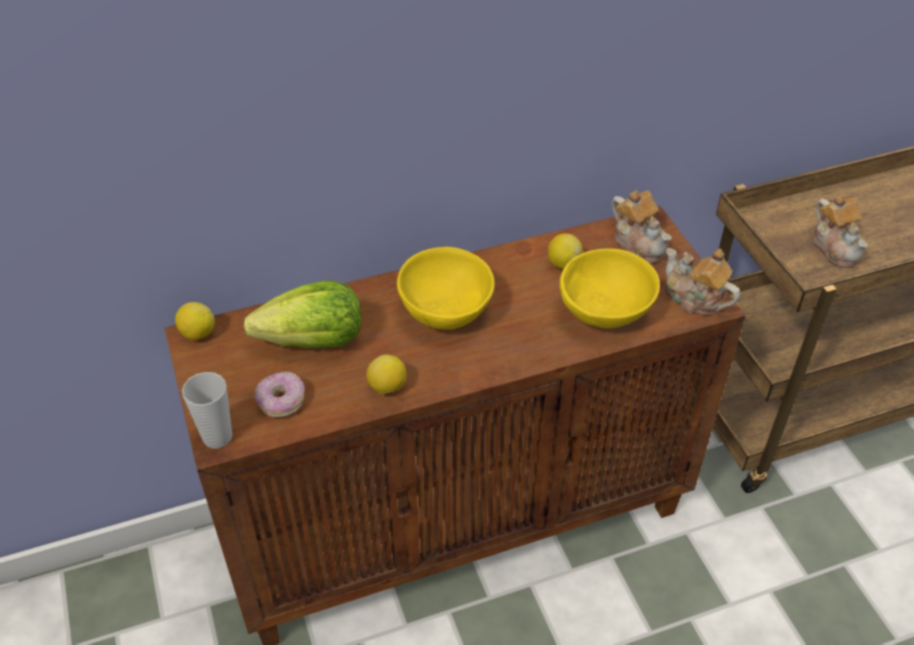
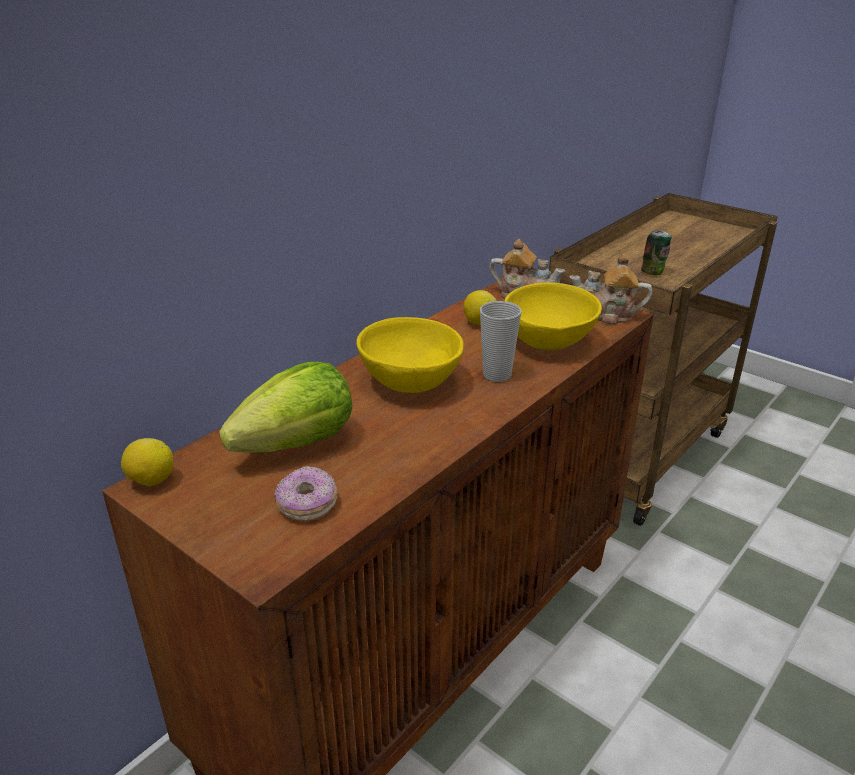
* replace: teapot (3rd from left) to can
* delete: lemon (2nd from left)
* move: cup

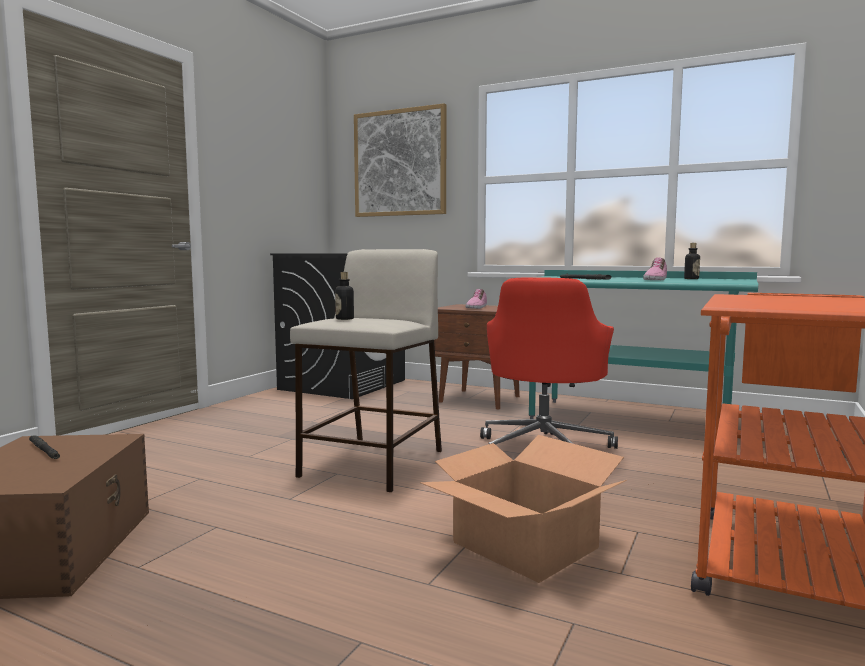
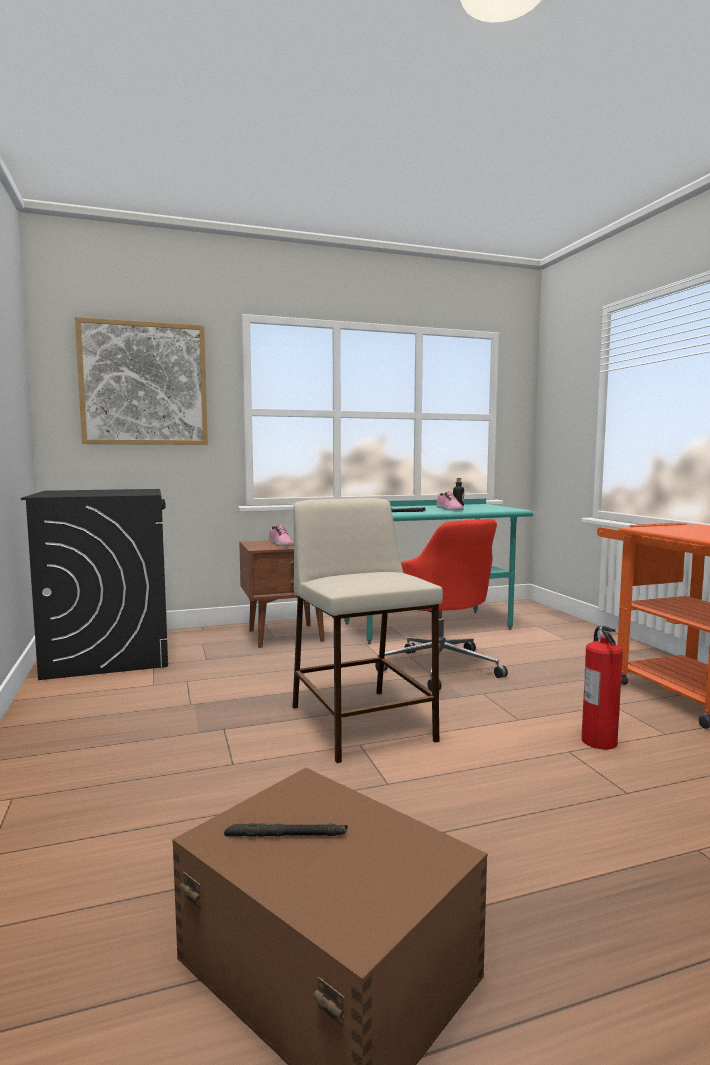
* delete: bottle (1st from left)
* replace: cardboard box to fire extinguisher

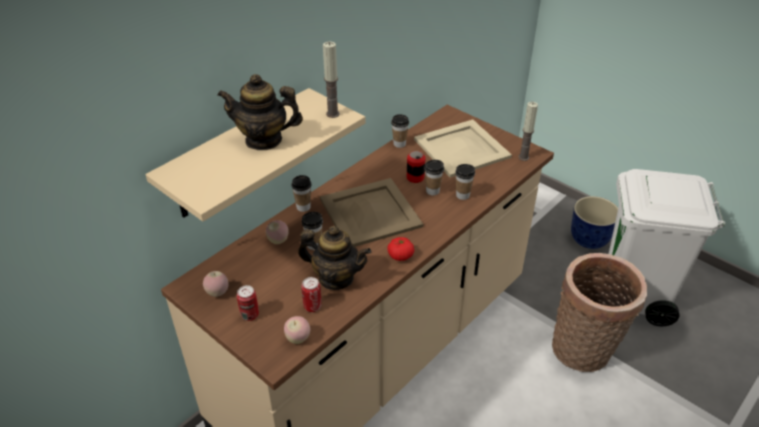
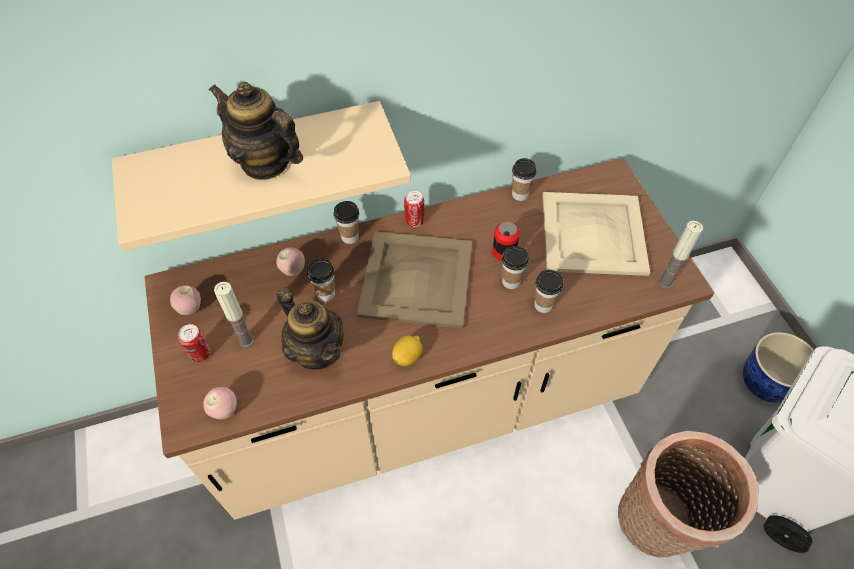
* move: candle (1st from left)
* replace: tomato to lemon
* move: can (2nd from left)

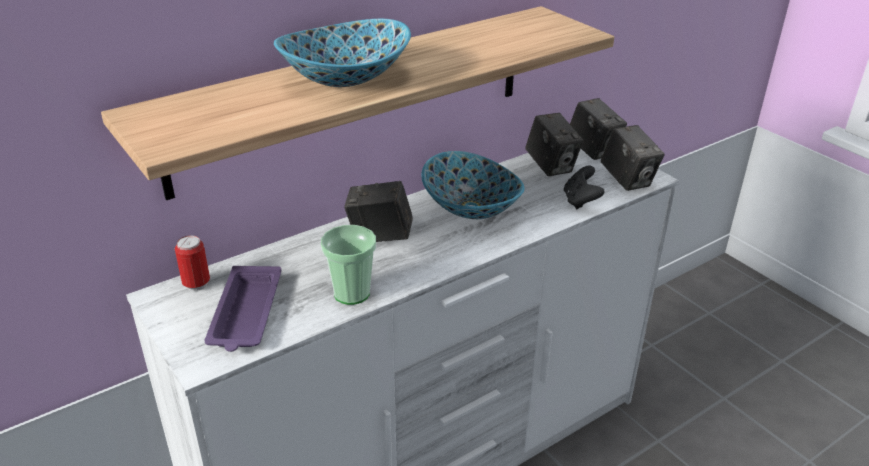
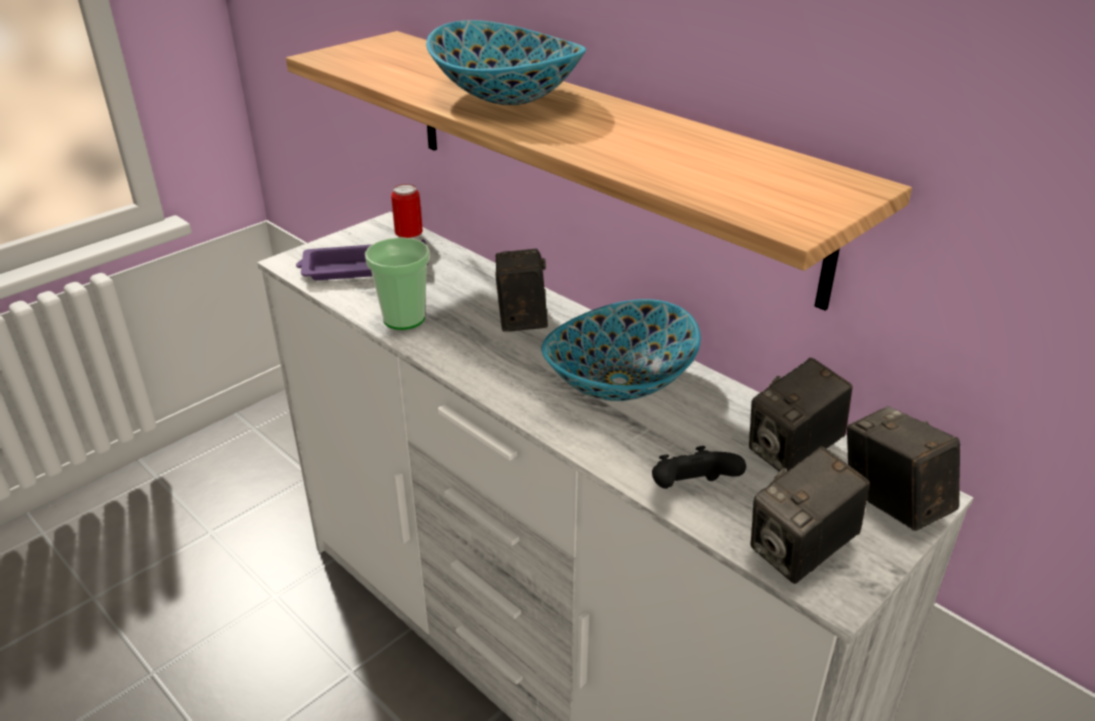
* rotate: photo camera (3rd from left in the first image) 105 degrees clockwise

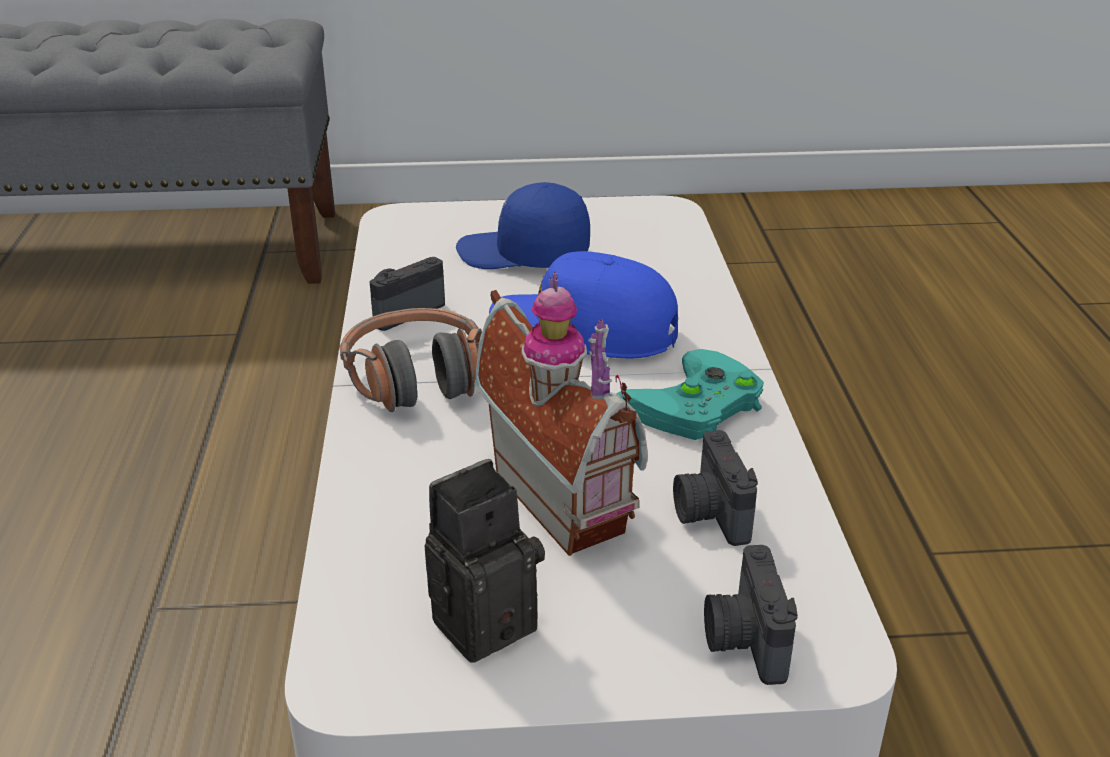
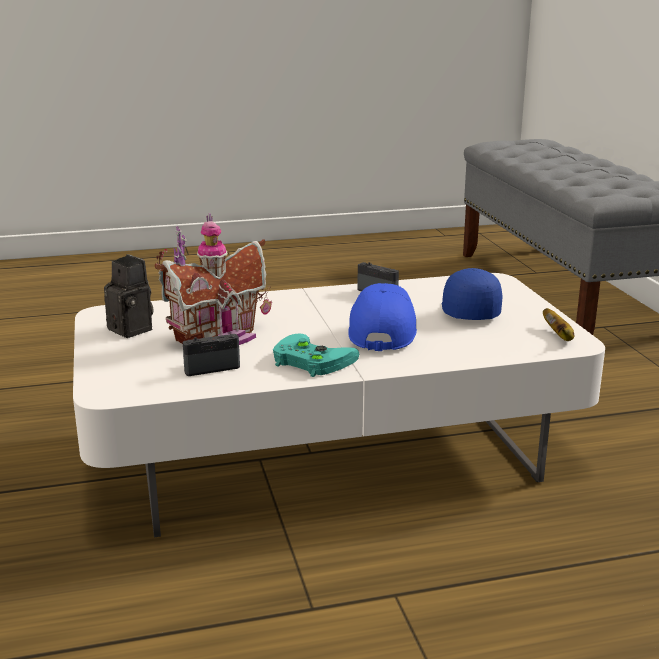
* delete: headphones
* delete: photo camera (4th from left)
* insert: banana

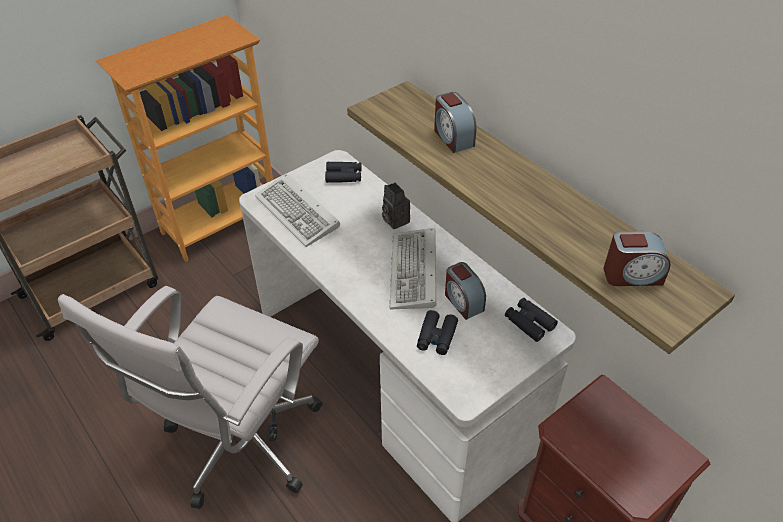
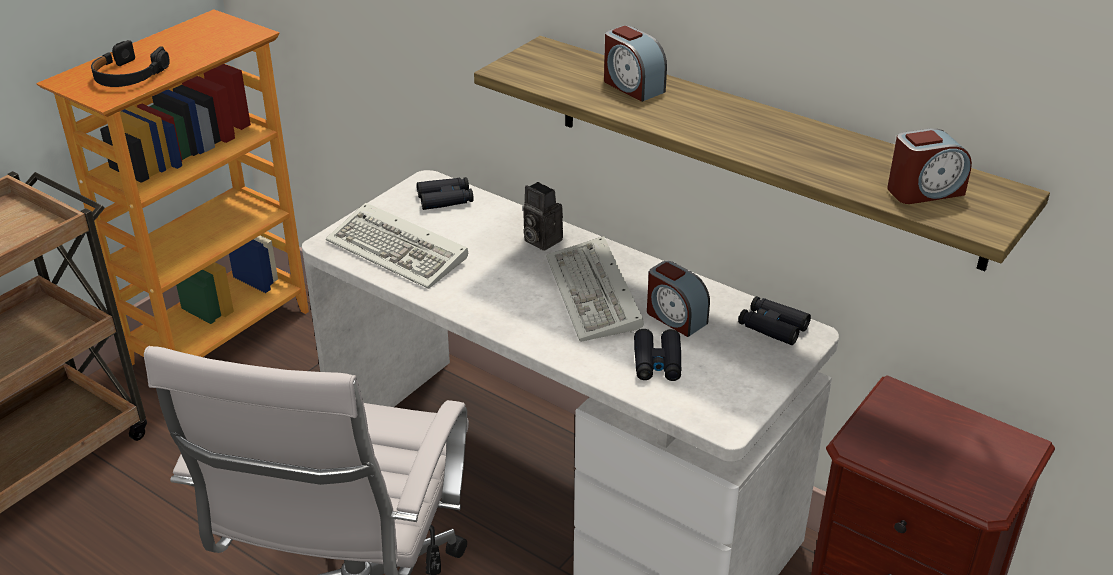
* insert: headphones/black

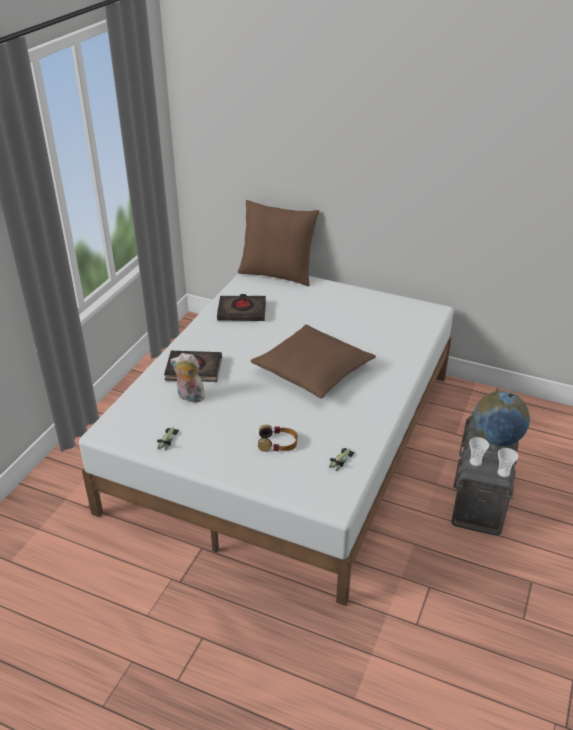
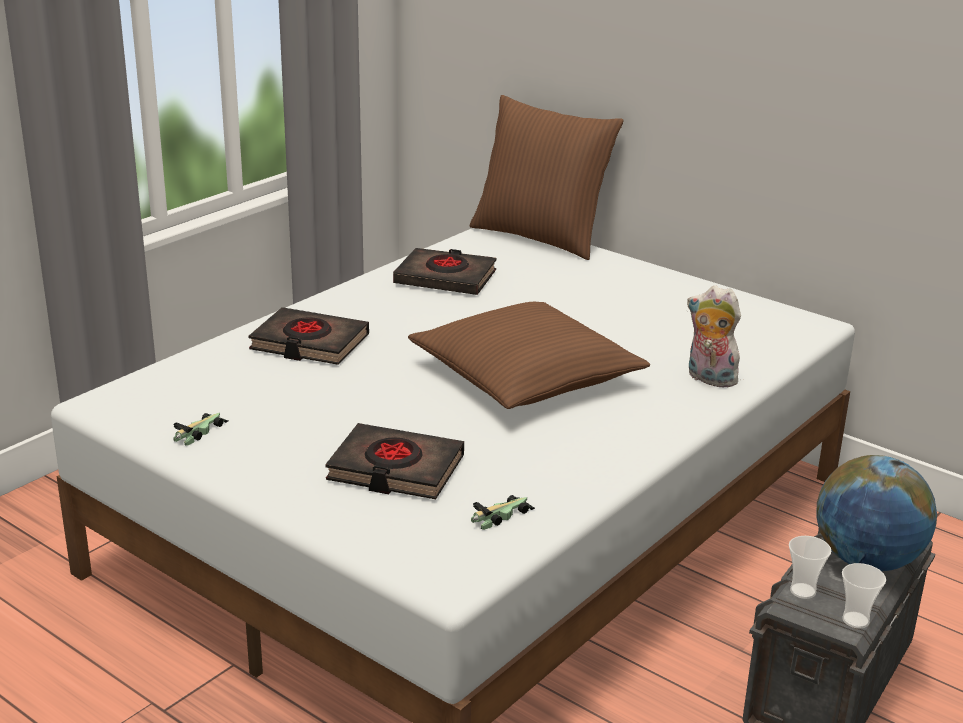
* move: plush toy
* replace: headphones to book/black (2nd from left)

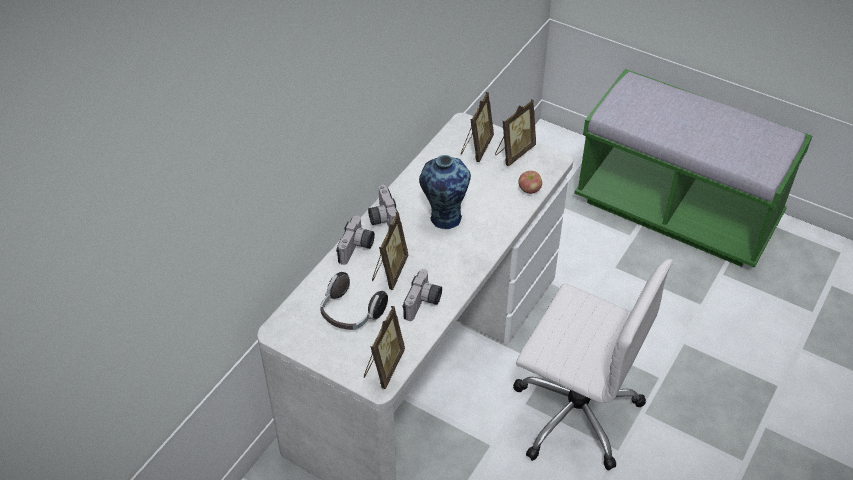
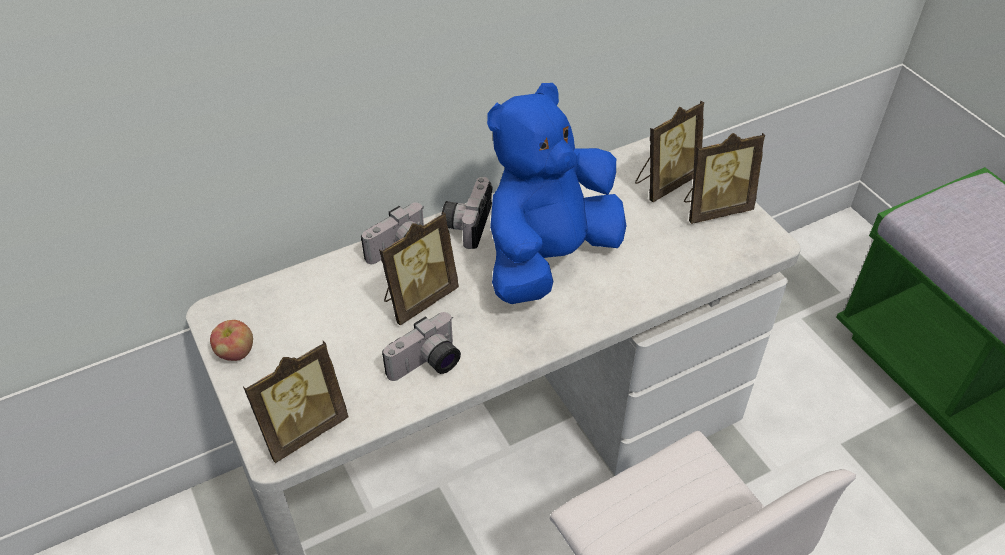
* replace: vase to plush toy/blue
* move: apple
* delete: headphones

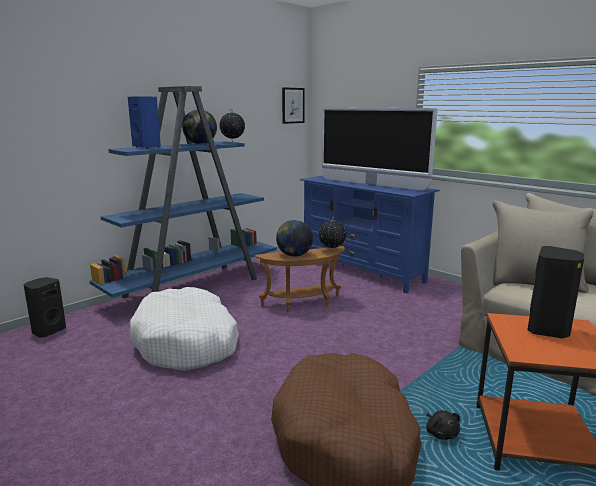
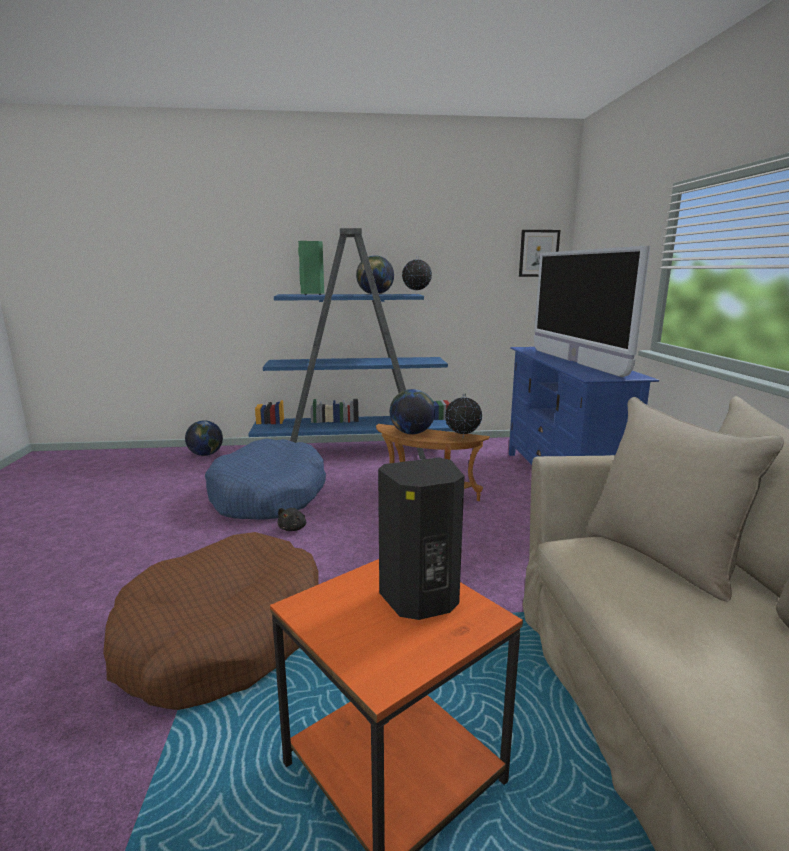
* recolor: speaker/blue to speaker/green
* replace: speaker/black (1st from left) to globe (1st from left)
* recolor: dog bed/white to dog bed/blue
* move: plush toy/black

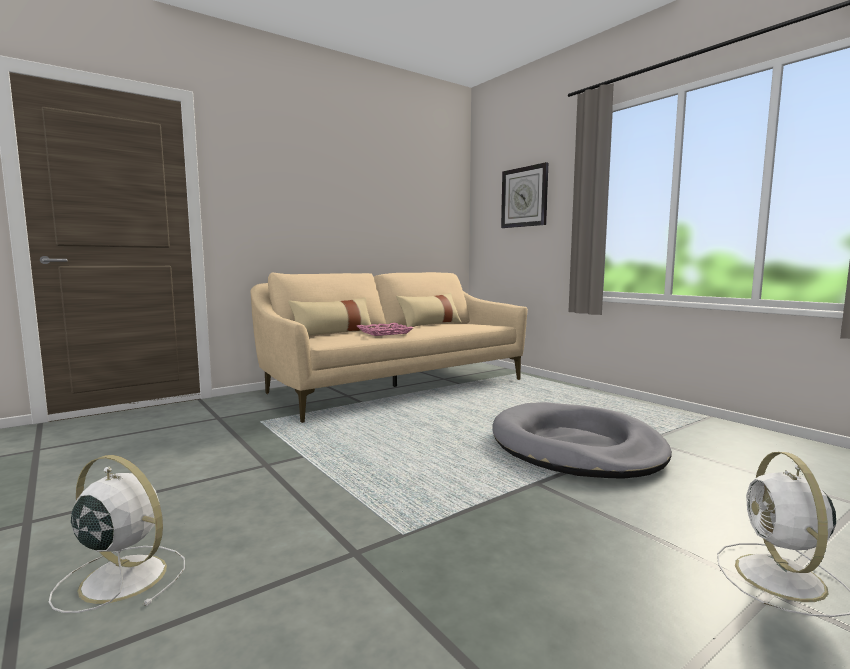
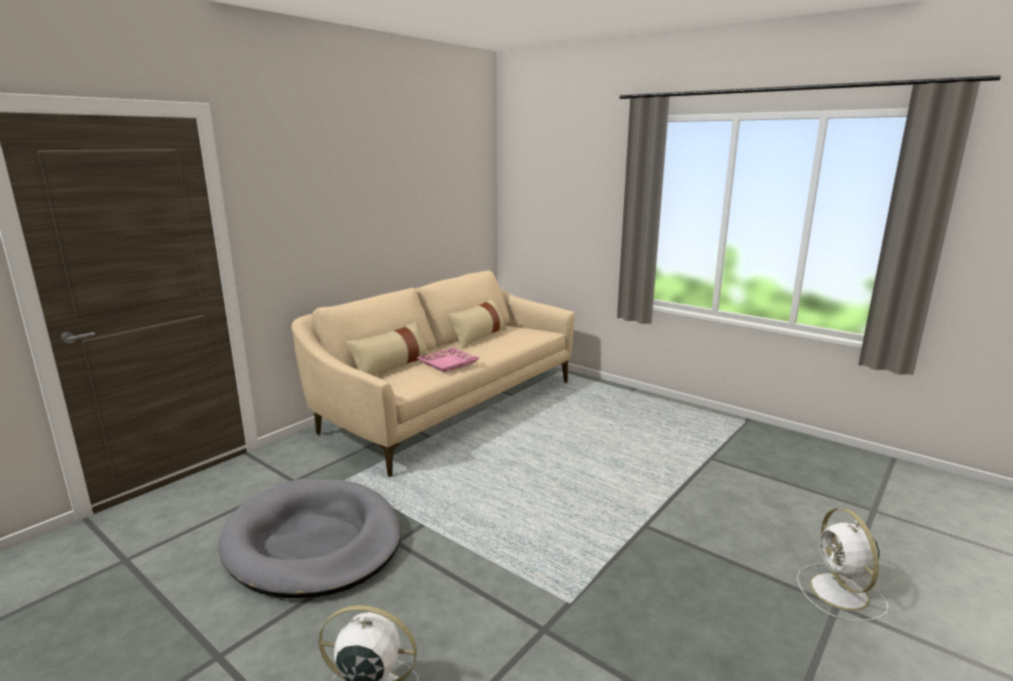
* delete: wall clock
* move: dog bed/grey

